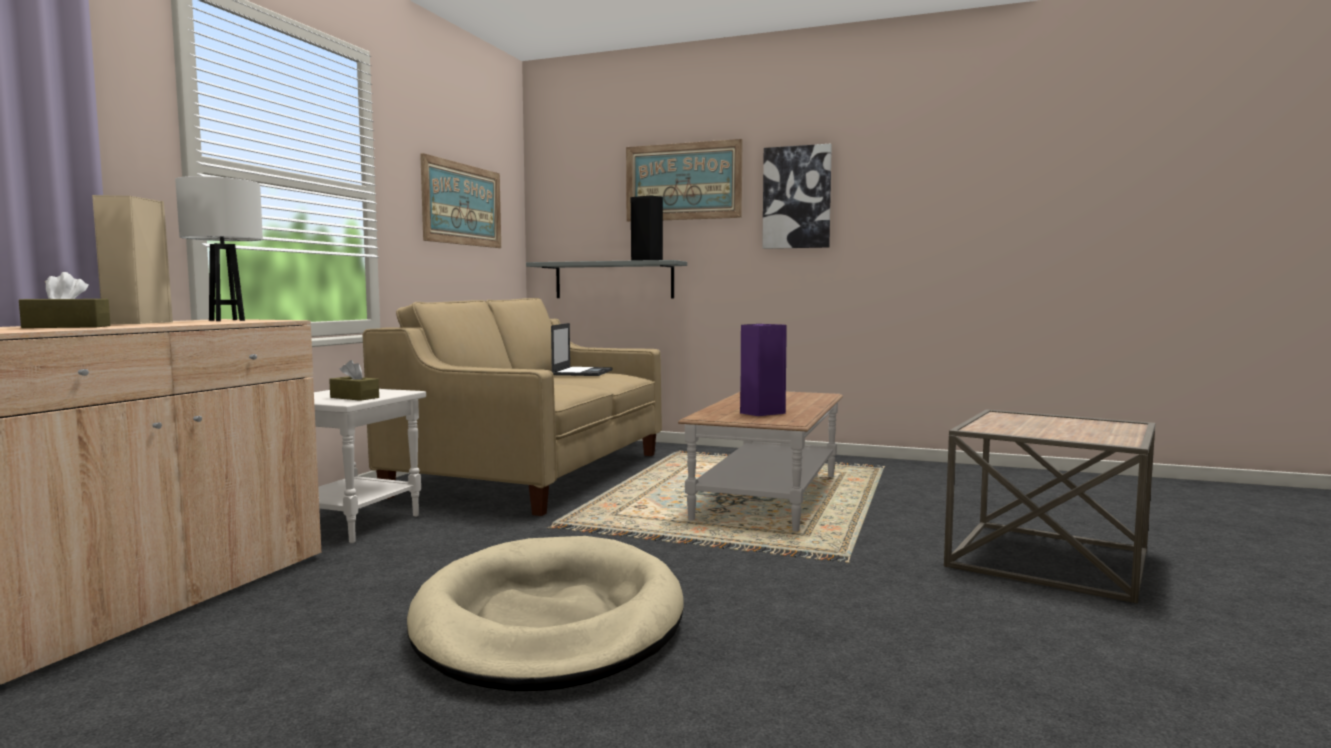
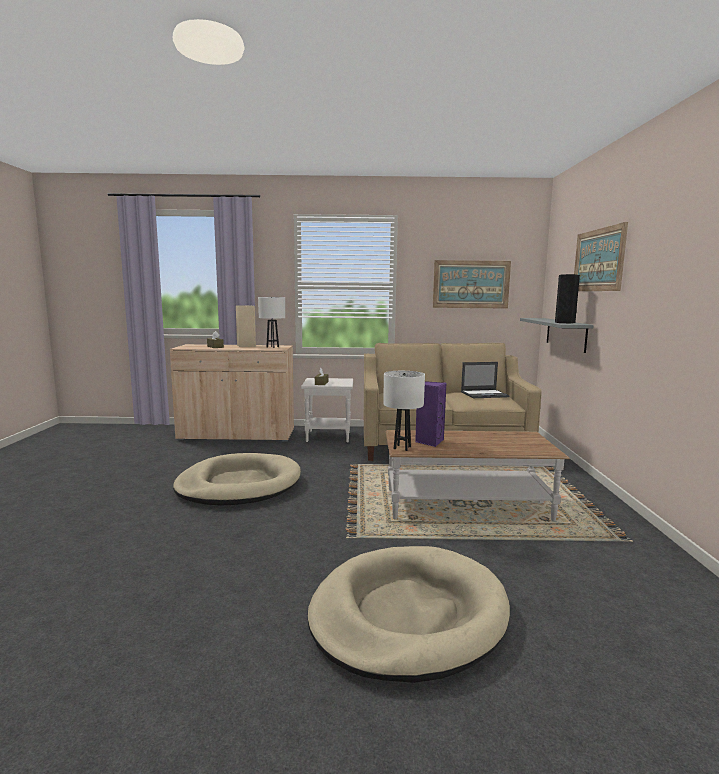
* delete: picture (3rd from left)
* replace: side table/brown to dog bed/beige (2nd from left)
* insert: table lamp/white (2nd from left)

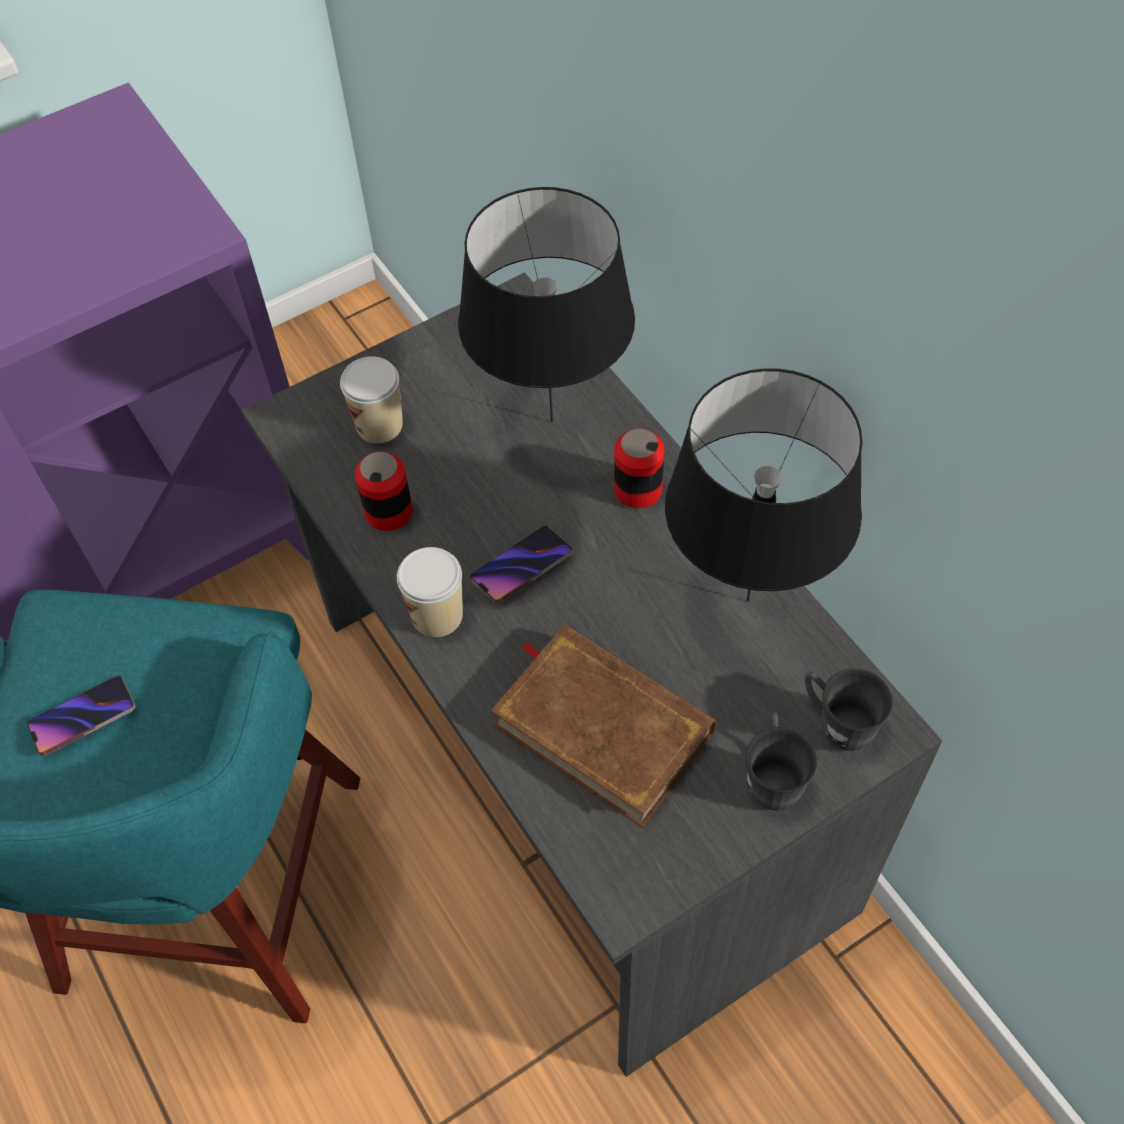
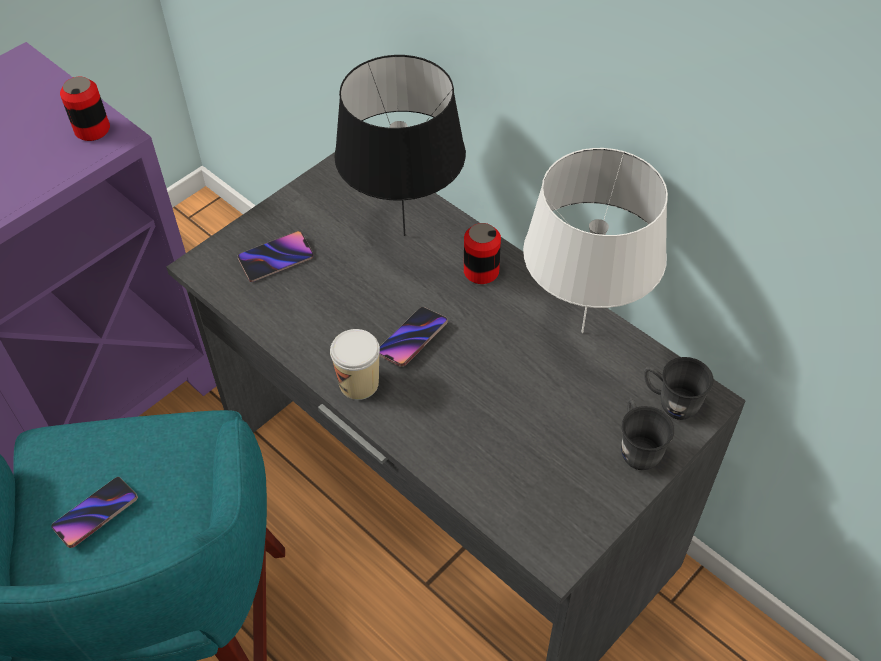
* replace: cup (1st from left) to phone (2nd from left)
* recolor: table lamp/black (2nd from left) to table lamp/white
* move: can (1st from left)
* delete: book/brown

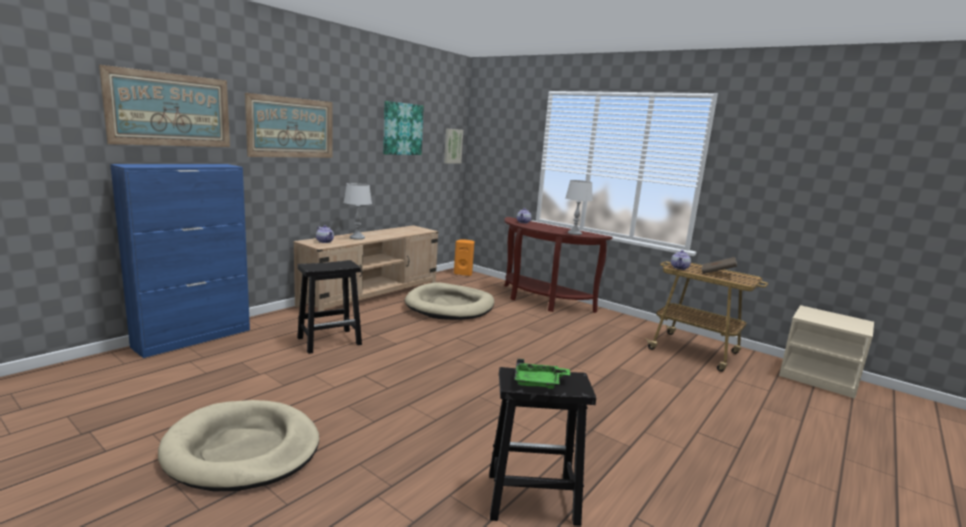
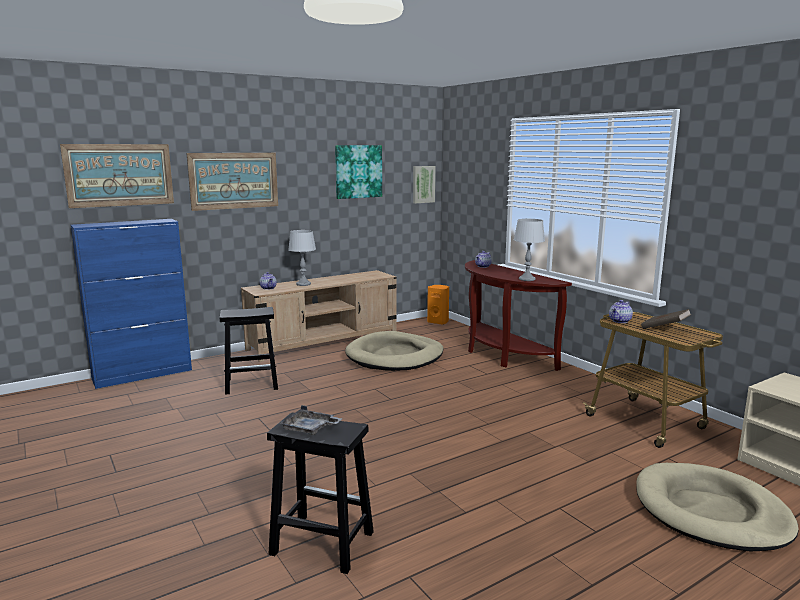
* recolor: tray/green to tray/grey
* move: dog bed/beige (1st from left in the first image) to dog bed/beige (2nd from left)

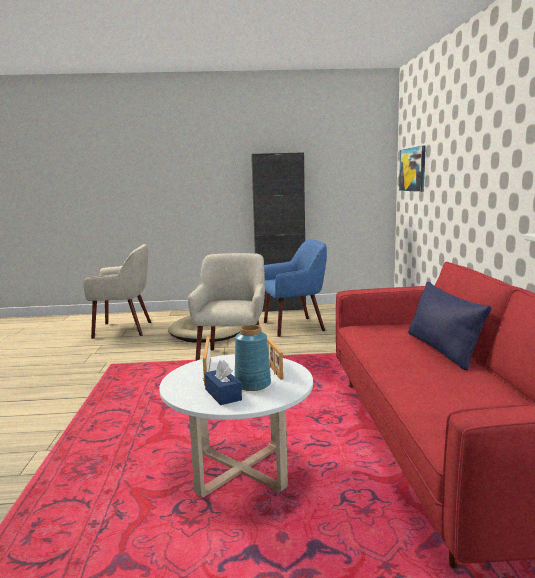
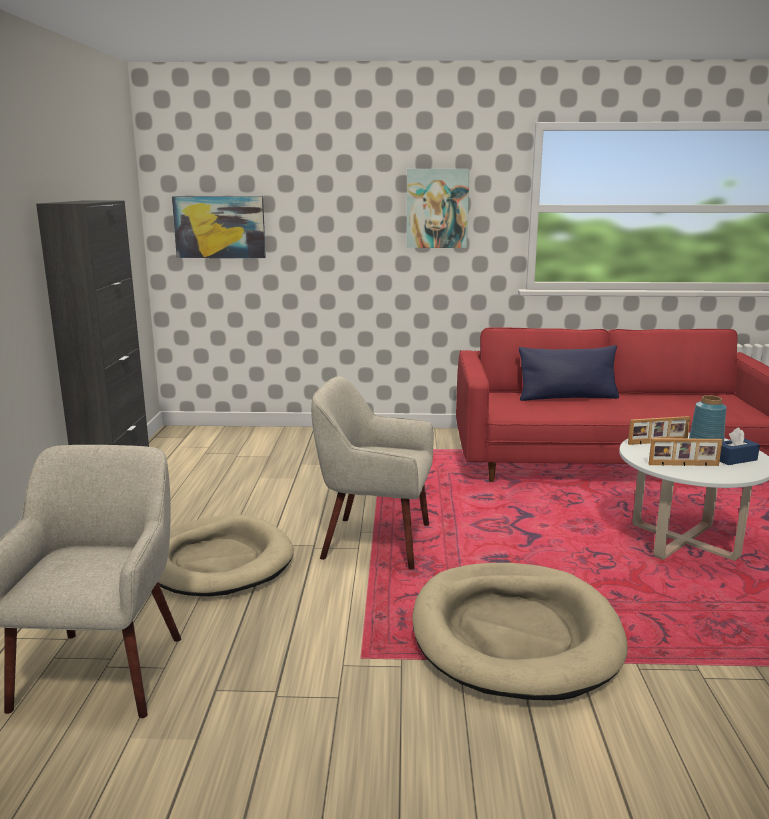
* delete: armchair/blue
* insert: picture (2nd from left)
* insert: dog bed/beige (2nd from left)

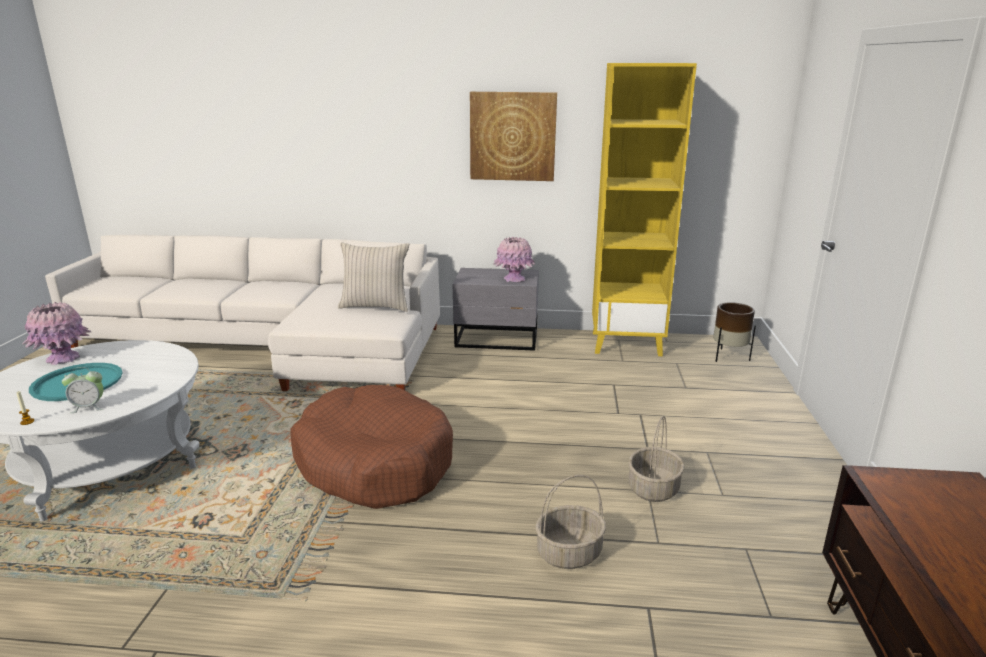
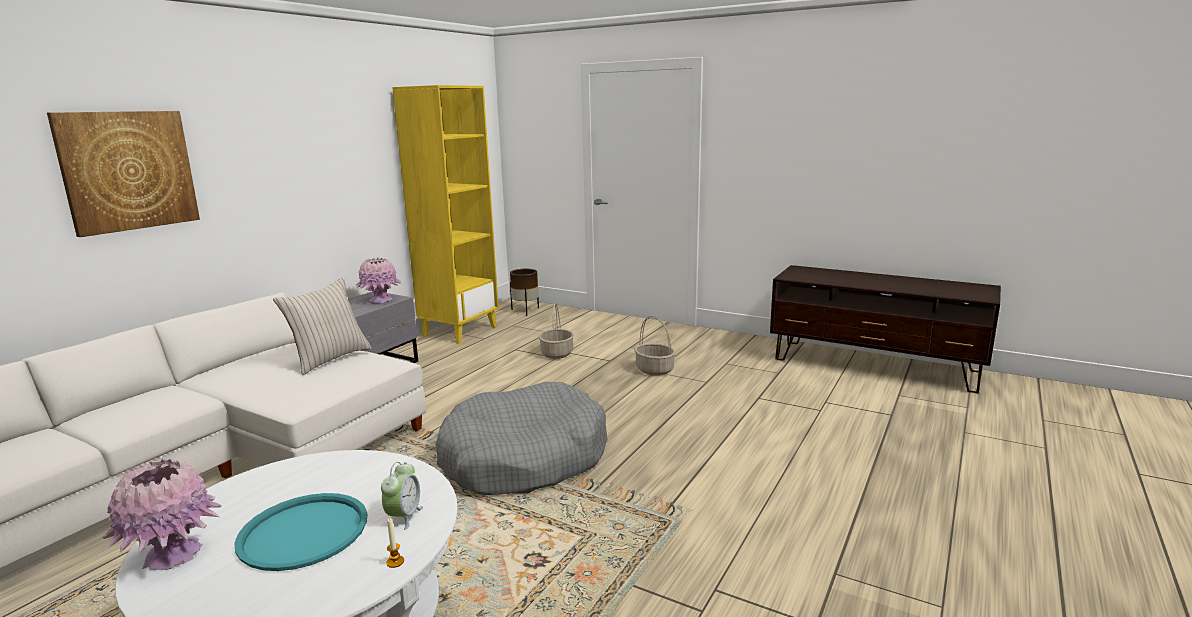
* move: picture
* recolor: dog bed/brown to dog bed/grey
* move: basket (1st from left)

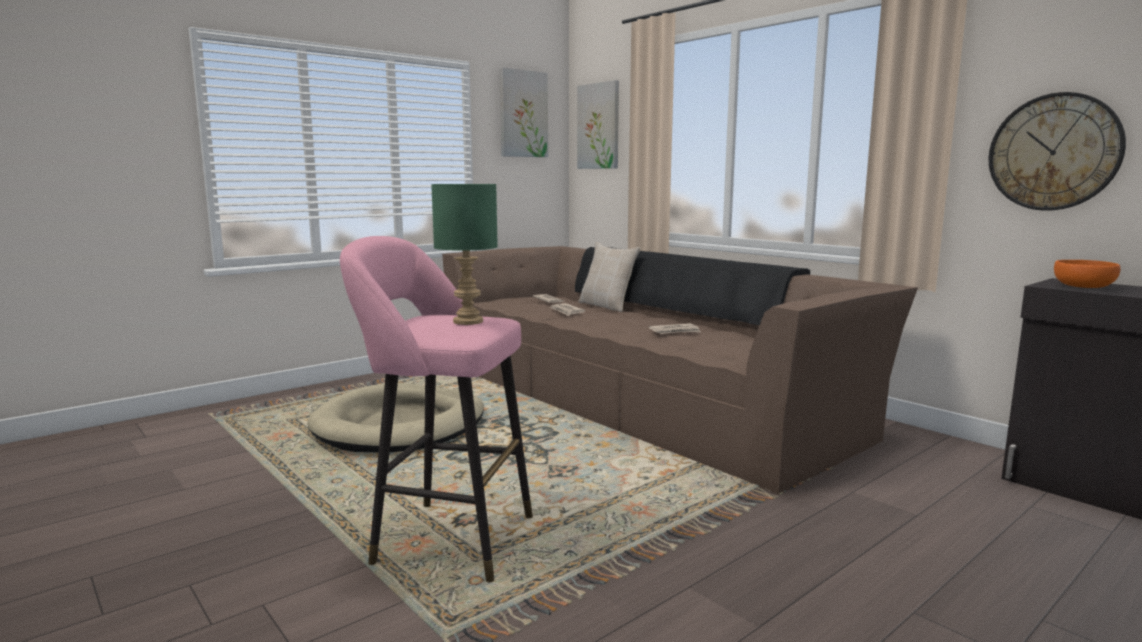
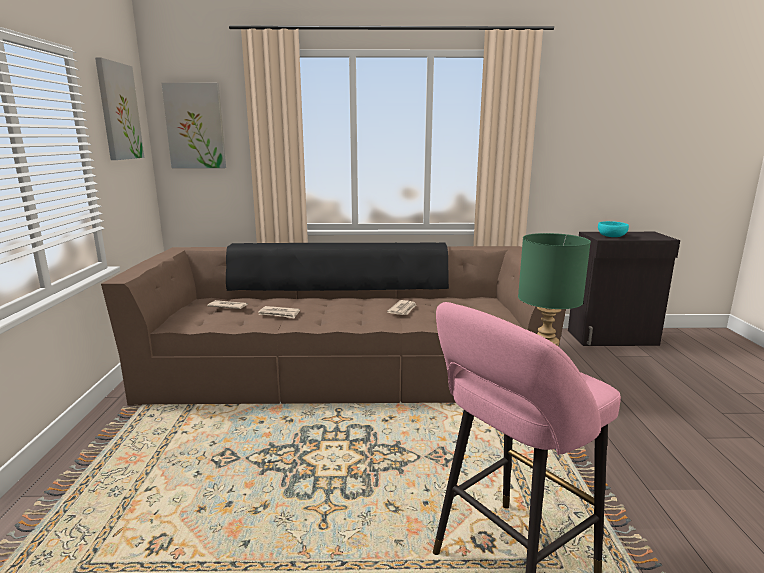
* delete: wall clock
* delete: pillow/beige
* recolor: bowl/orange to bowl/turquoise
* delete: dog bed/beige

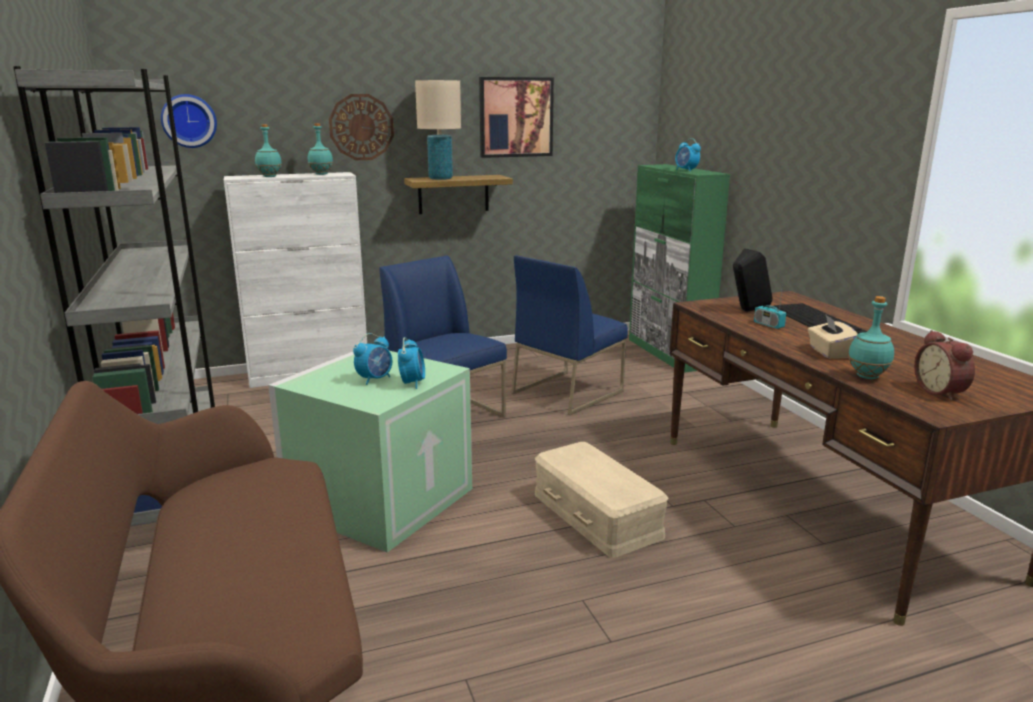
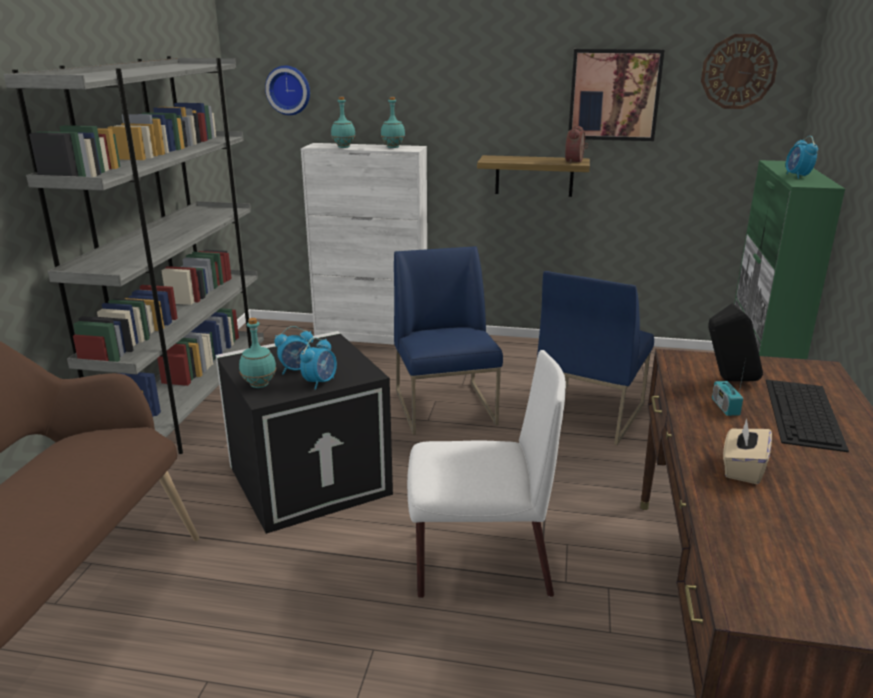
* delete: table lamp/beige
* move: wall clock (2nd from left)
* rotate: chair/blue (2nd from left) 45 degrees counterclockwise
* move: bottle/turquoise (3rd from left in the first image) to bottle/turquoise (1st from left)
* move: alarm clock (4th from left in the first image) to alarm clock (3rd from left)
* recolor: storage box/green to storage box/black
* replace: storage box/beige to chair/white

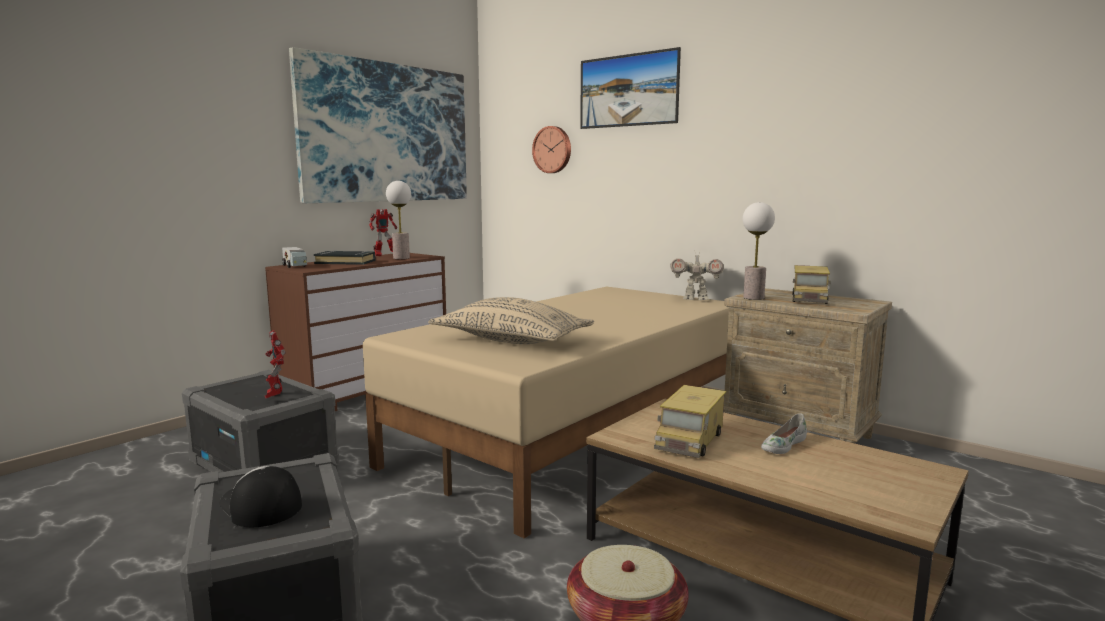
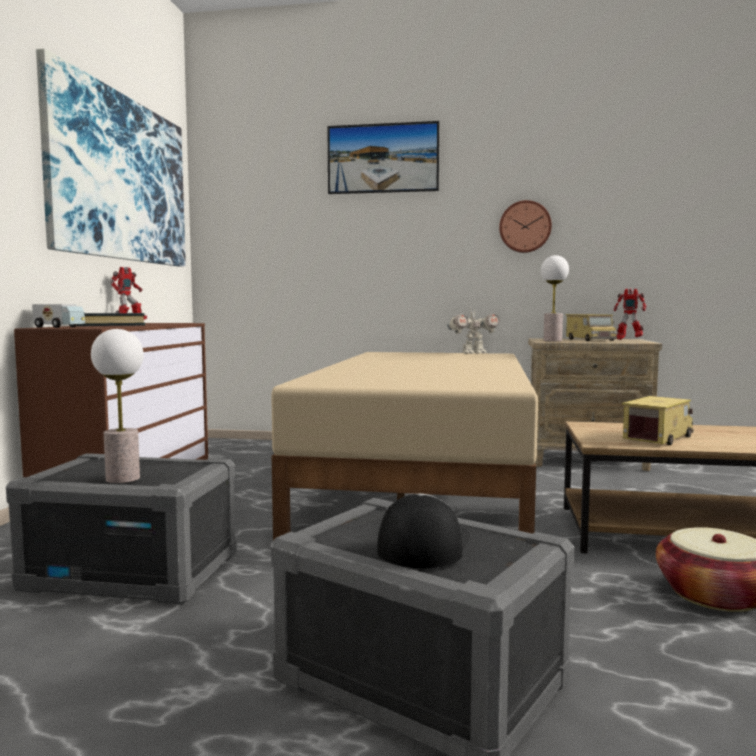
* move: wall clock
* move: table lamp (1st from left)
* delete: pillow/beige
* move: toy robot (1st from left in the first image) to toy robot (3rd from left)
* rotate: toy truck (2nd from left in the first image) 135 degrees counterclockwise
* delete: shoe/white
* rotate: cap 90 degrees clockwise

